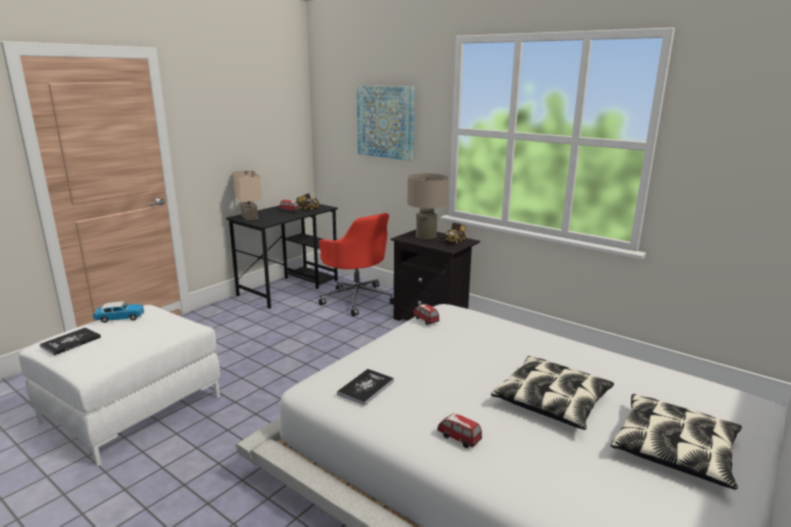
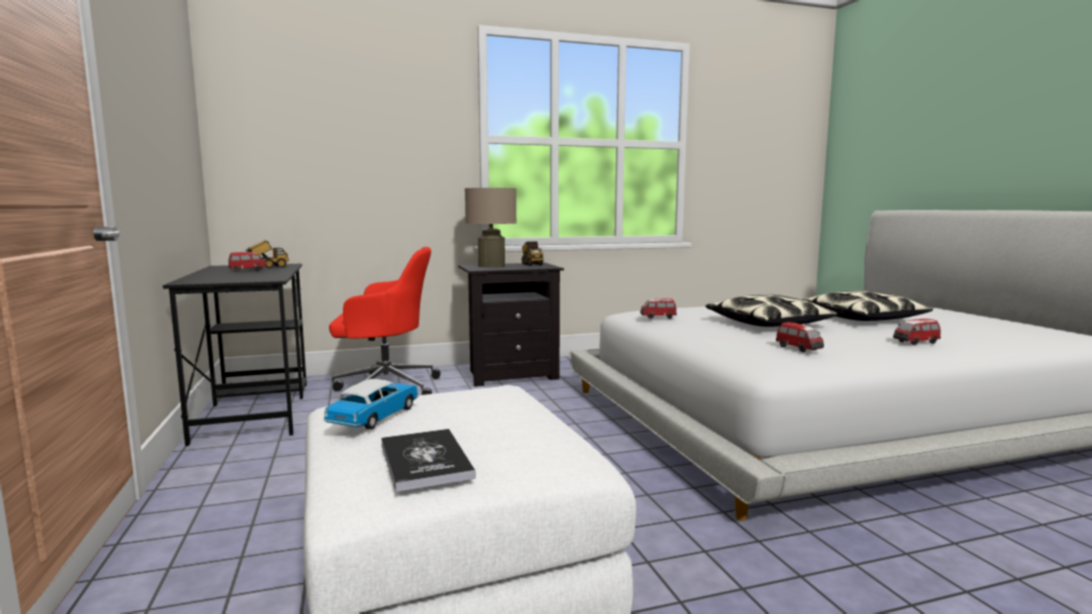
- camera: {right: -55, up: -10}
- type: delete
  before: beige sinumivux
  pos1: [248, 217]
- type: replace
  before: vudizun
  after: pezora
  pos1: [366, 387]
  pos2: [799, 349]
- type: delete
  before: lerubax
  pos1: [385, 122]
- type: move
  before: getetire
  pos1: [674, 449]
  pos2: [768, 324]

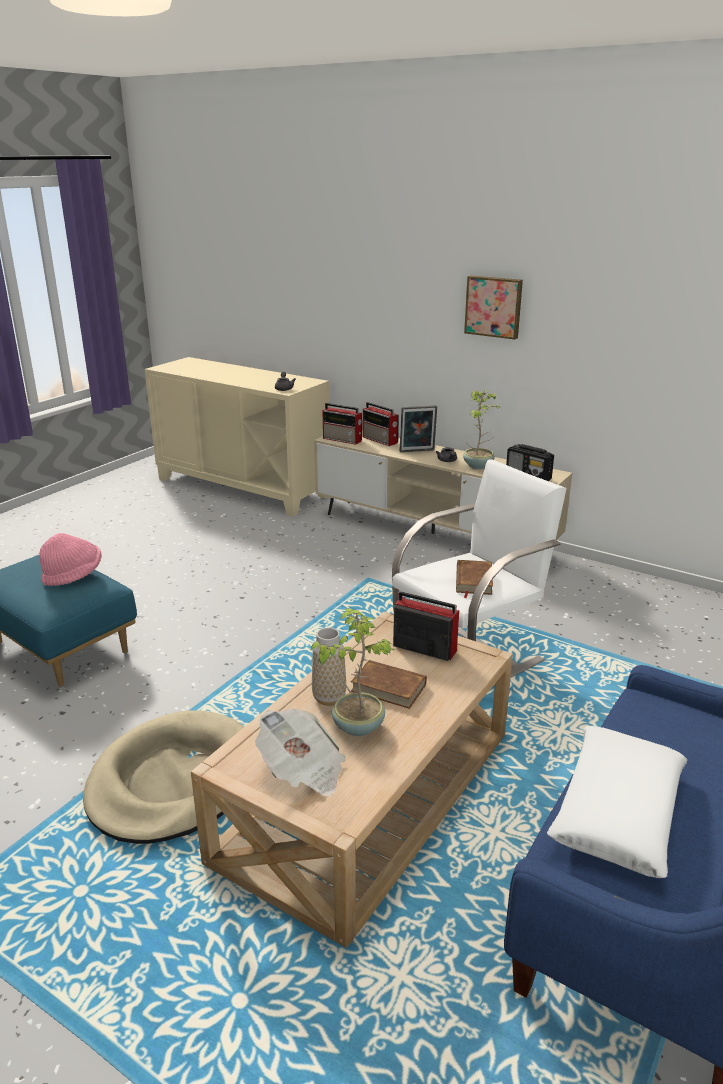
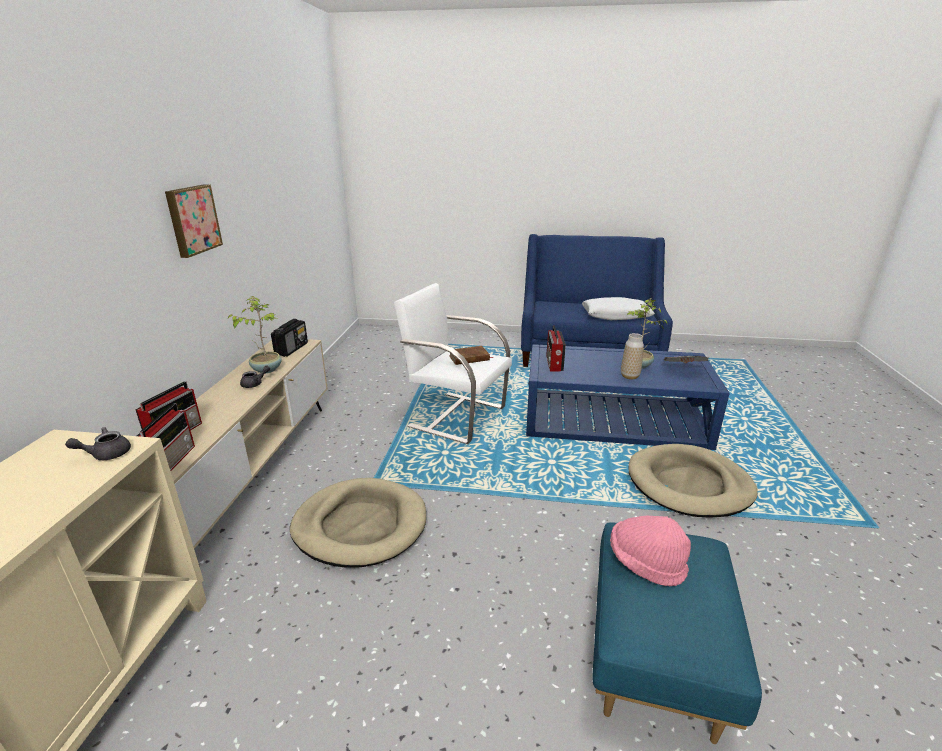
- camera: {right: -115, up: 0}
- type: recolor
  before: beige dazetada
  after: blue dazetada
  pos1: [369, 795]
  pos2: [613, 419]
- type: delete
  before: brown vudizun
  pos1: [388, 687]
- type: delete
  before: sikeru
  pos1: [417, 451]
- type: insert
  after: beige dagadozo
  pos2: [360, 525]

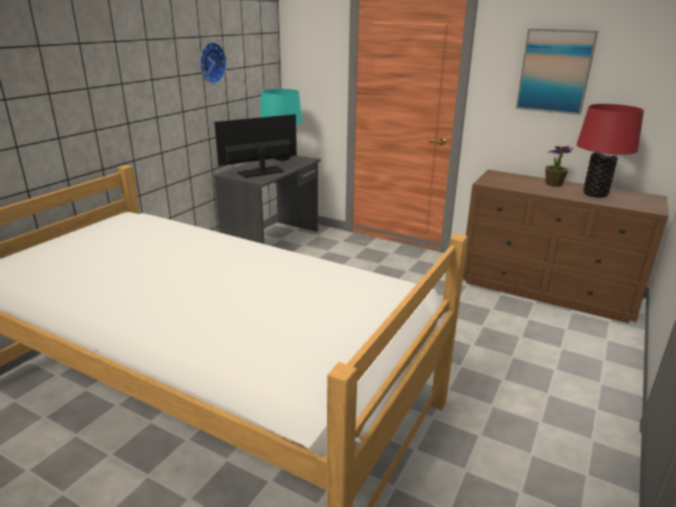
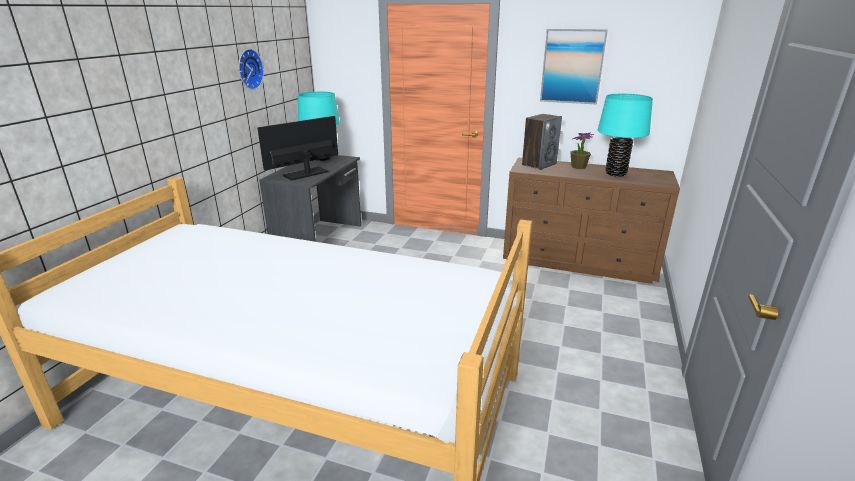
- camera: {right: -10, up: 0}
- type: recolor
  before: red sinumivux
  after: turquoise sinumivux
  pos1: [595, 194]
  pos2: [615, 173]
- type: insert
  after: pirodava
  pos2: [539, 164]

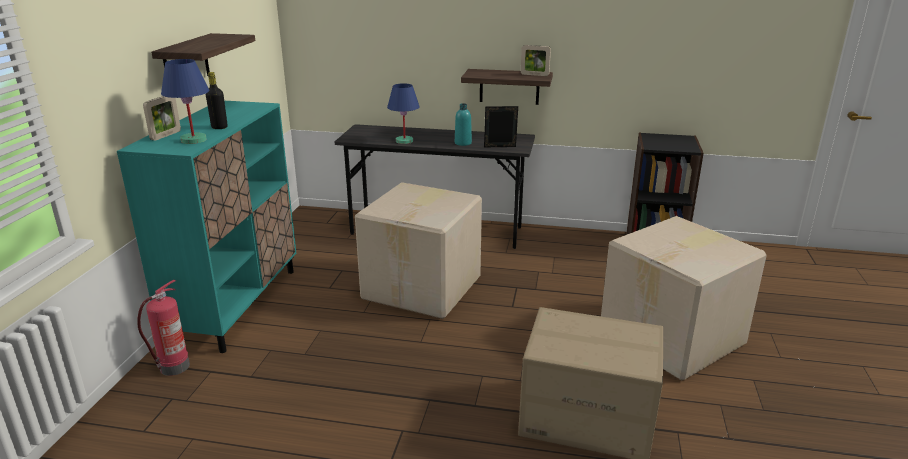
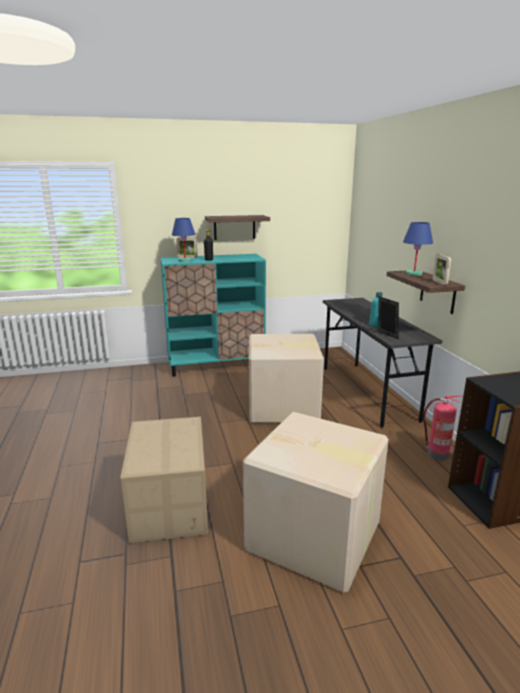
- camera: {right: 65, up: -5}
- type: move
  before: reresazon
  pos1: [173, 368]
  pos2: [436, 455]
- type: move
  before: blue sinumivux
  pos1: [404, 141]
  pos2: [413, 274]

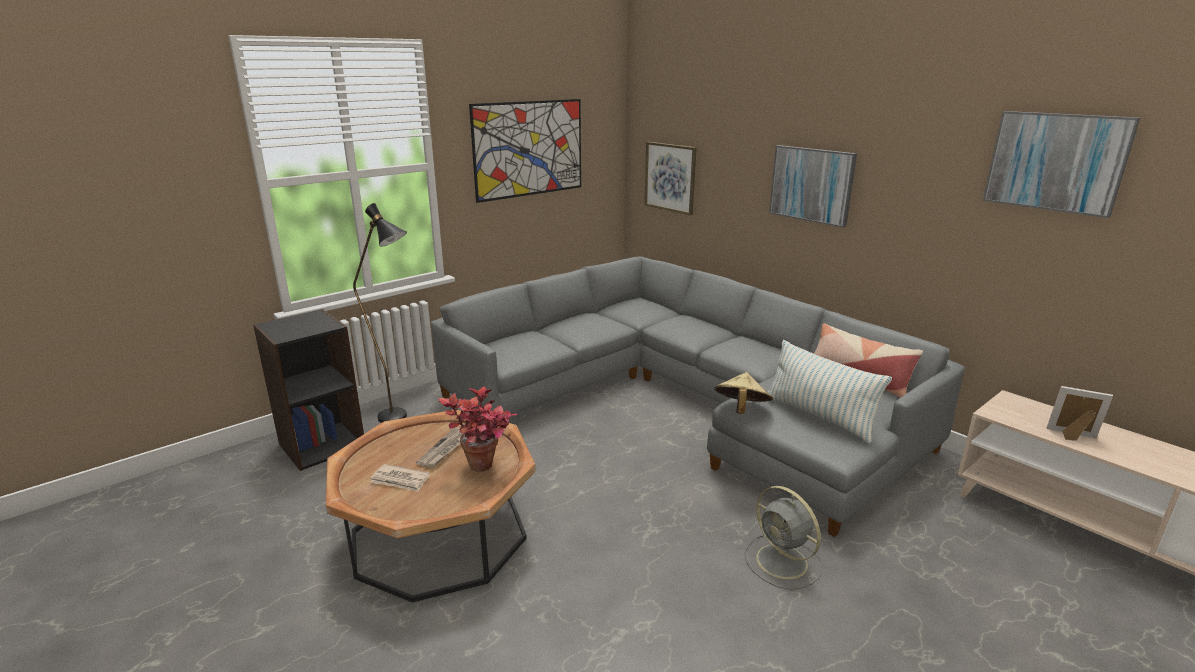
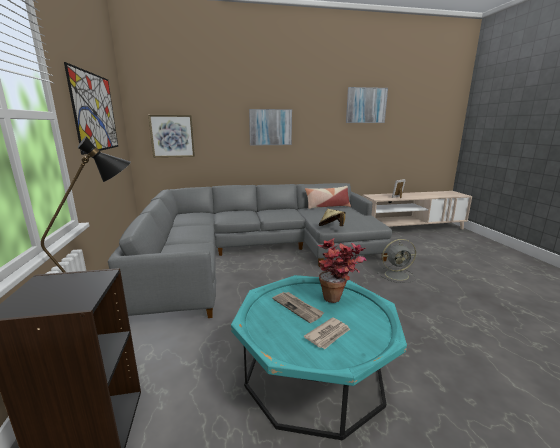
- camera: {right: -60, up: -5}
- type: recolor
  before: brown dazetada
  after: turquoise dazetada
  pos1: [439, 535]
  pos2: [314, 374]
- type: delete
  before: getetire
  pos1: [819, 417]

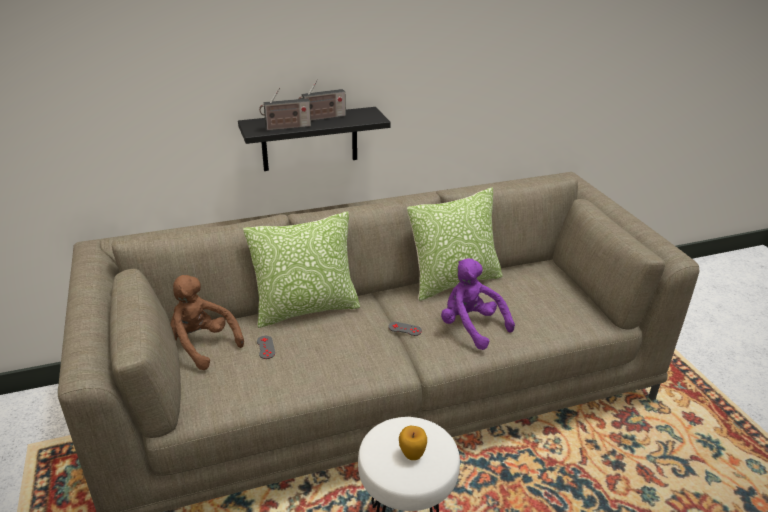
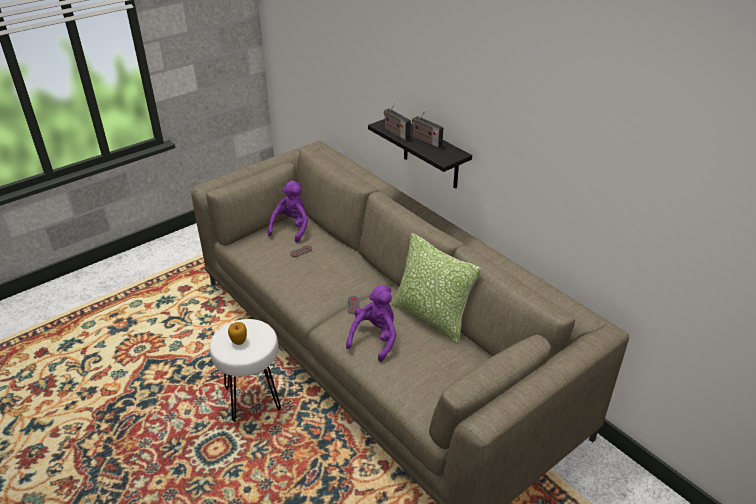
- camera: {right: 70, up: 5}
- type: recolor
  before: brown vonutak
  after: purple vonutak
  pos1: [200, 345]
  pos2: [291, 227]
- type: delete
  before: getetire
  pos1: [306, 309]

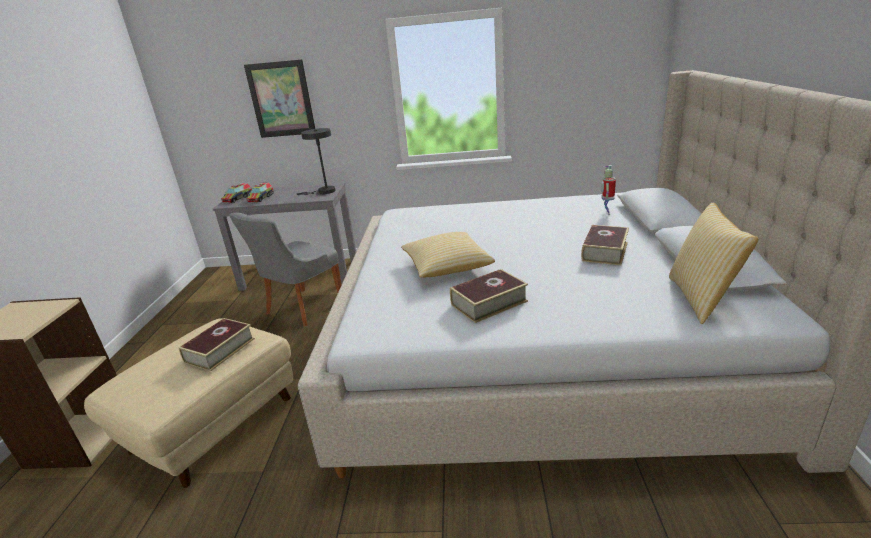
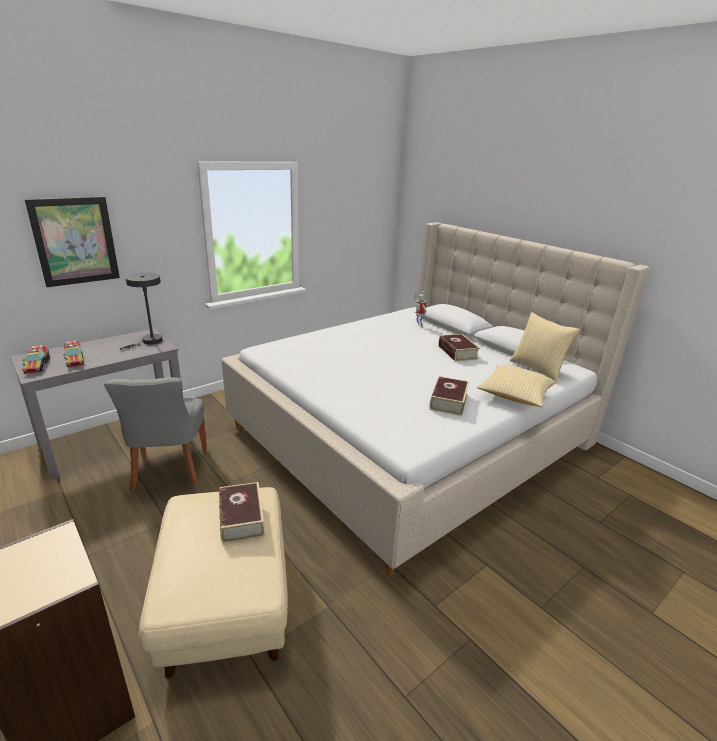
- camera: {right: -45, up: 0}
- type: move
  before: getetire
  pos1: [446, 267]
  pos2: [514, 396]

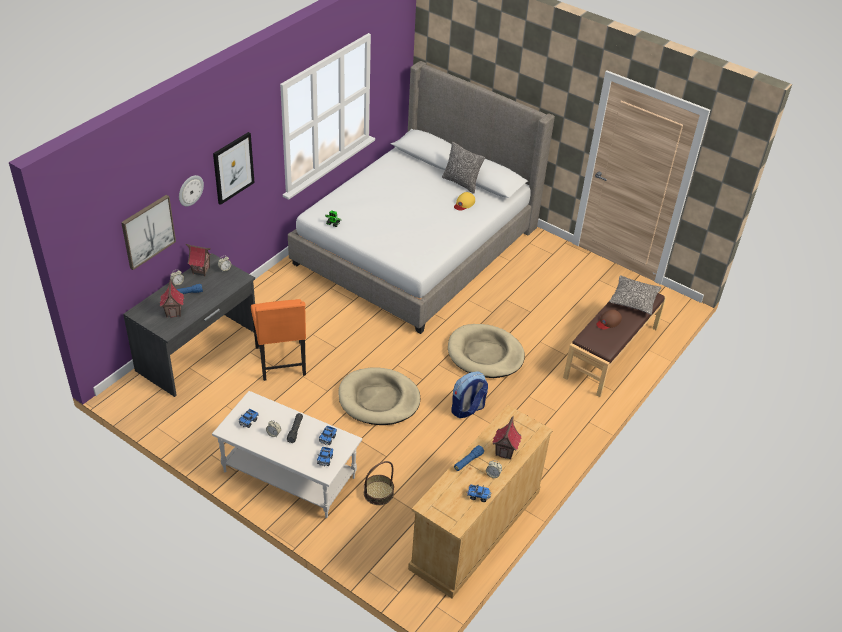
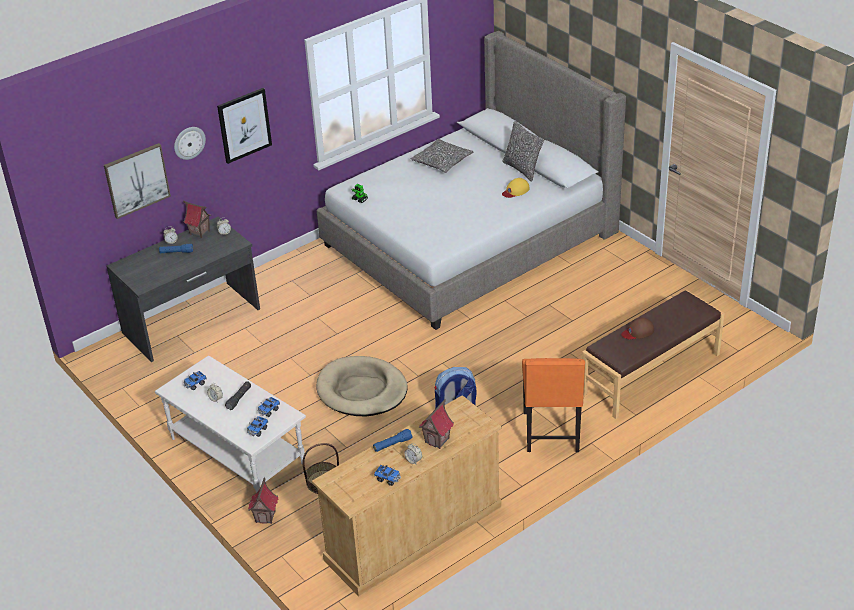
- camera: {right: 20, up: -5}
- type: move
  before: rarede
  pos1: [174, 312]
  pos2: [265, 517]
- type: move
  before: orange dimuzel
  pos1: [282, 362]
  pos2: [552, 433]
- type: delete
  before: beige dagadozo
  pos1: [485, 354]
- type: move
  before: getetire
  pos1: [634, 300]
  pos2: [442, 162]

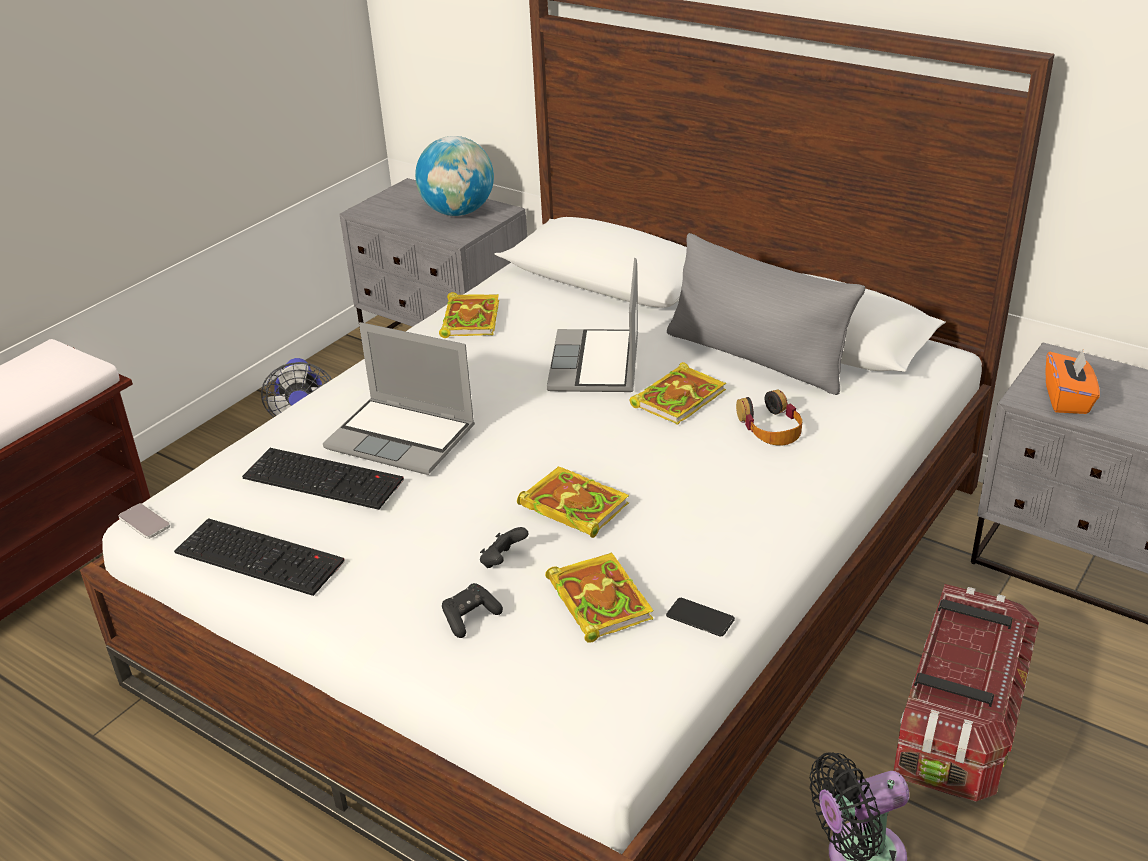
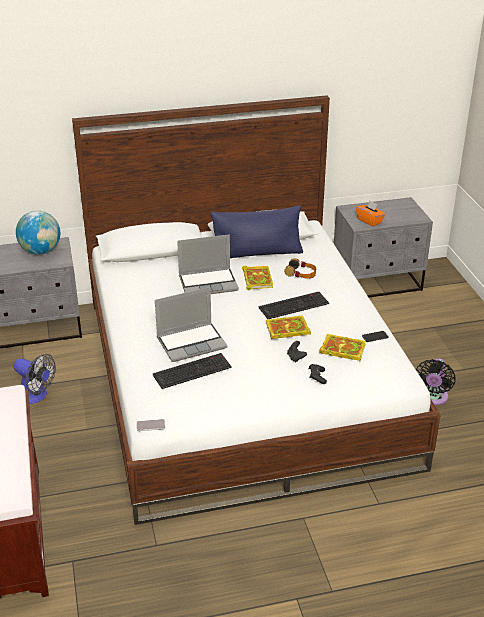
- camera: {right: -50, up: 0}
- type: move
  before: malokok
  pos1: [262, 556]
  pos2: [294, 305]
- type: delete
  before: vudizun
  pos1: [470, 318]
- type: rotate
  before: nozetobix
  pos1: [596, 365]
  pos2: [209, 283]
  turn: -60
- type: recolor
  before: grey getetire
  after: blue getetire
  pos1: [756, 357]
  pos2: [257, 253]
- type: delete
  before: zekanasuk
  pos1: [959, 723]

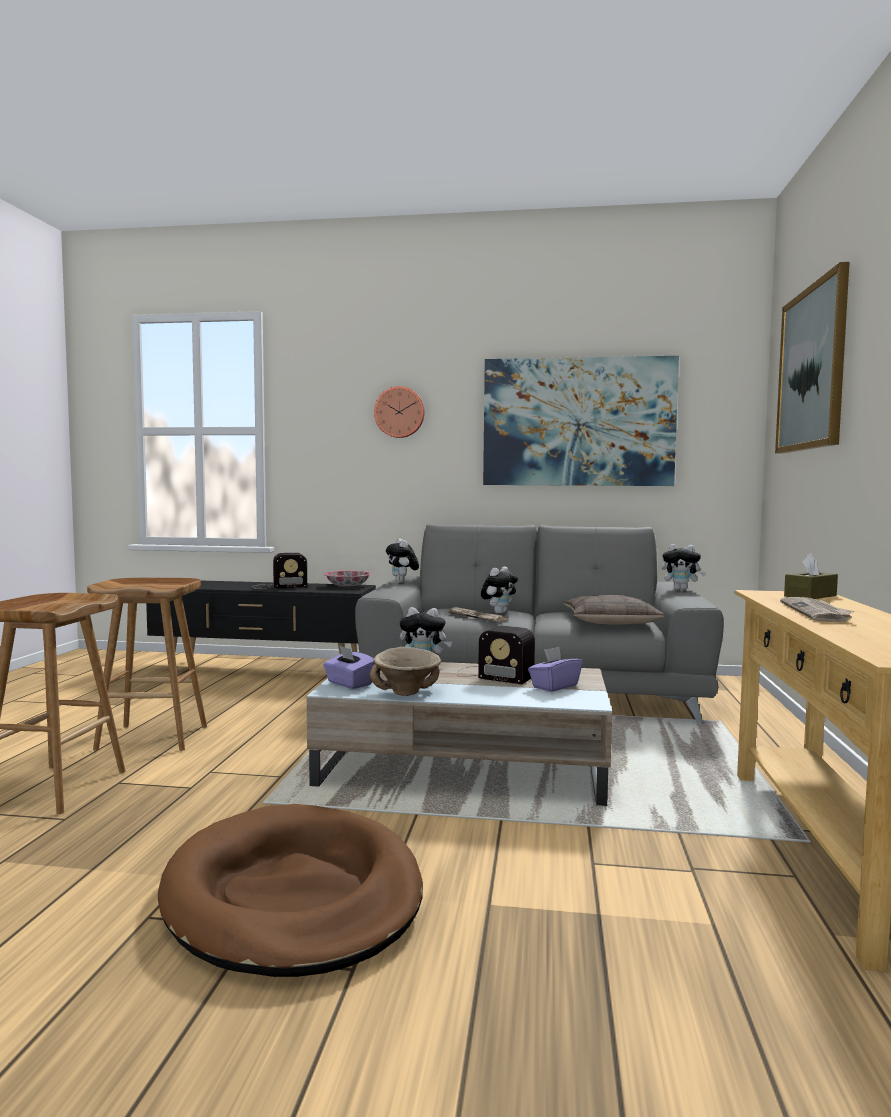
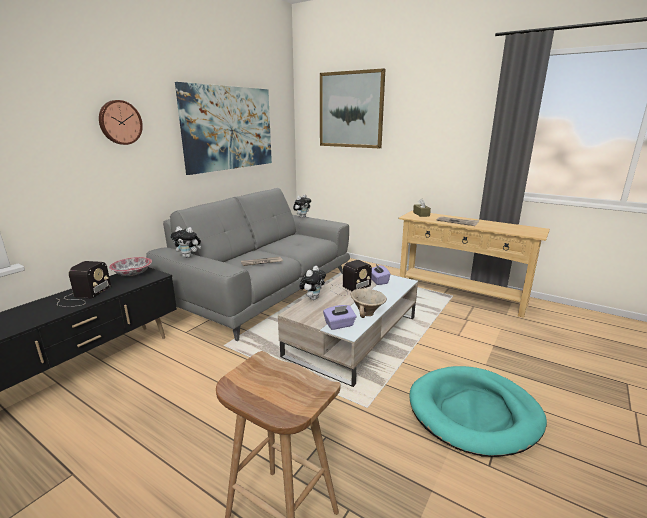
- camera: {right: -65, up: 15}
- type: delete
  before: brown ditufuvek
  pos1: [154, 737]
- type: recolor
  before: brown dagadozo
  after: turquoise dagadozo
  pos1: [293, 896]
  pos2: [474, 412]
- type: delete
  before: vonutak
  pos1: [499, 612]
- type: delete
  before: getetire
  pos1: [610, 621]

